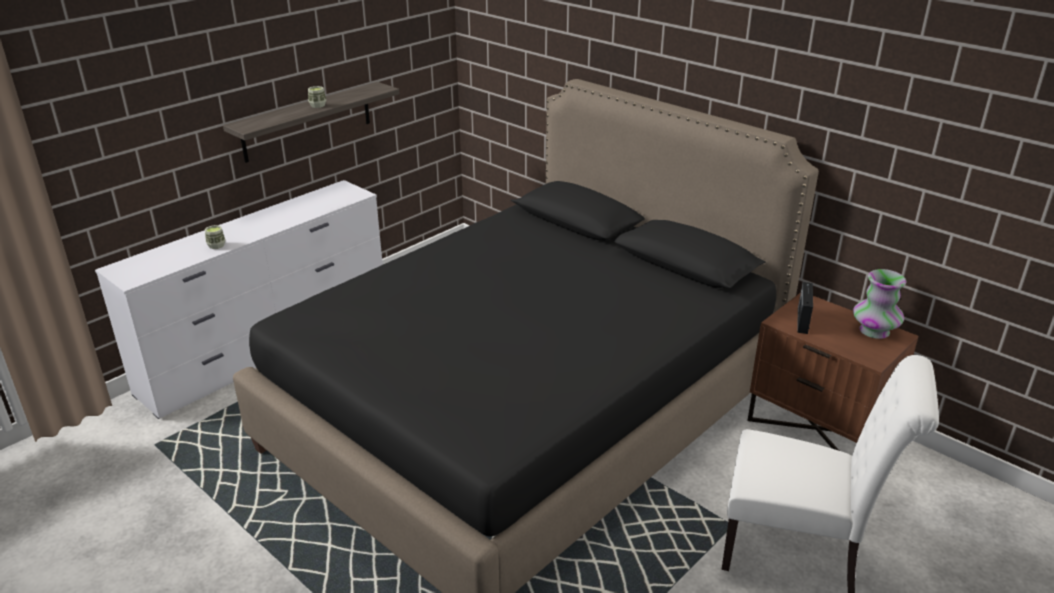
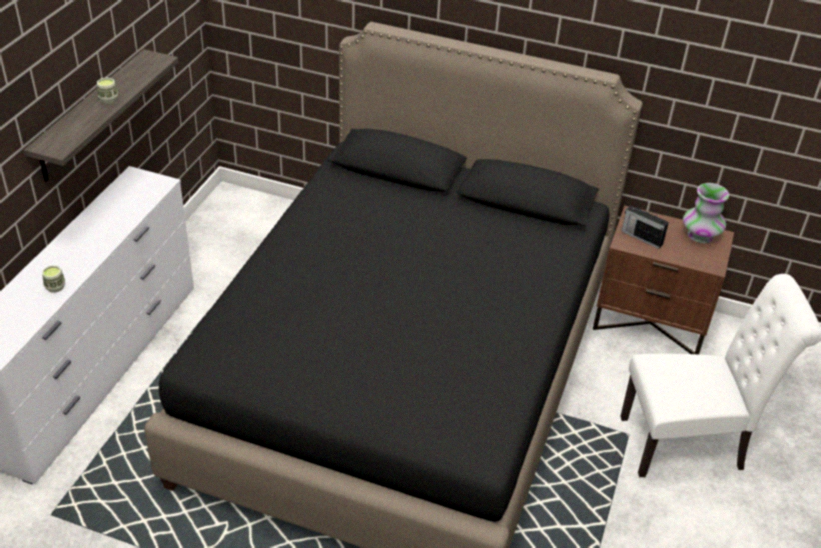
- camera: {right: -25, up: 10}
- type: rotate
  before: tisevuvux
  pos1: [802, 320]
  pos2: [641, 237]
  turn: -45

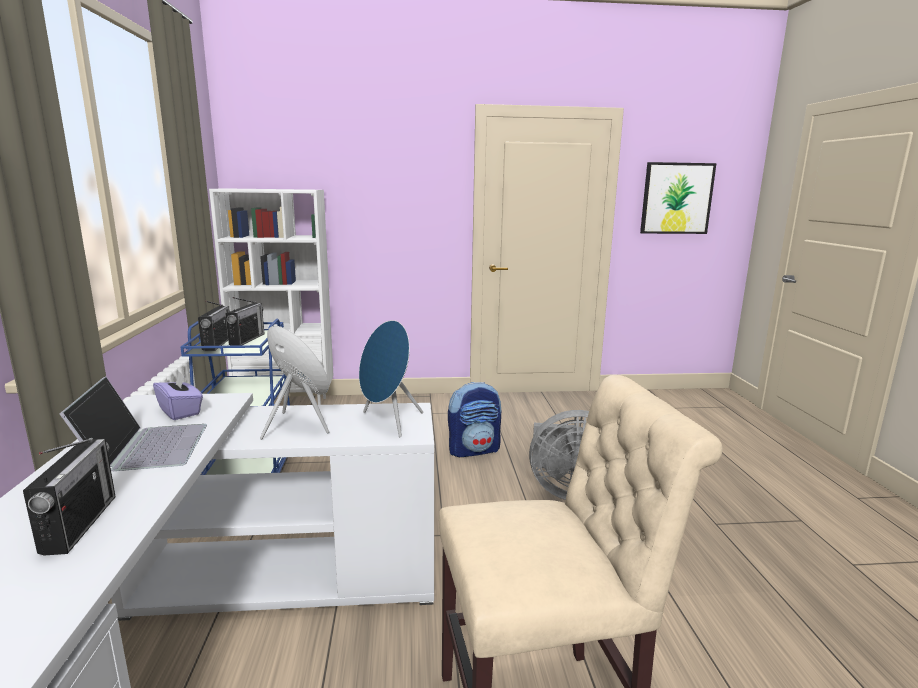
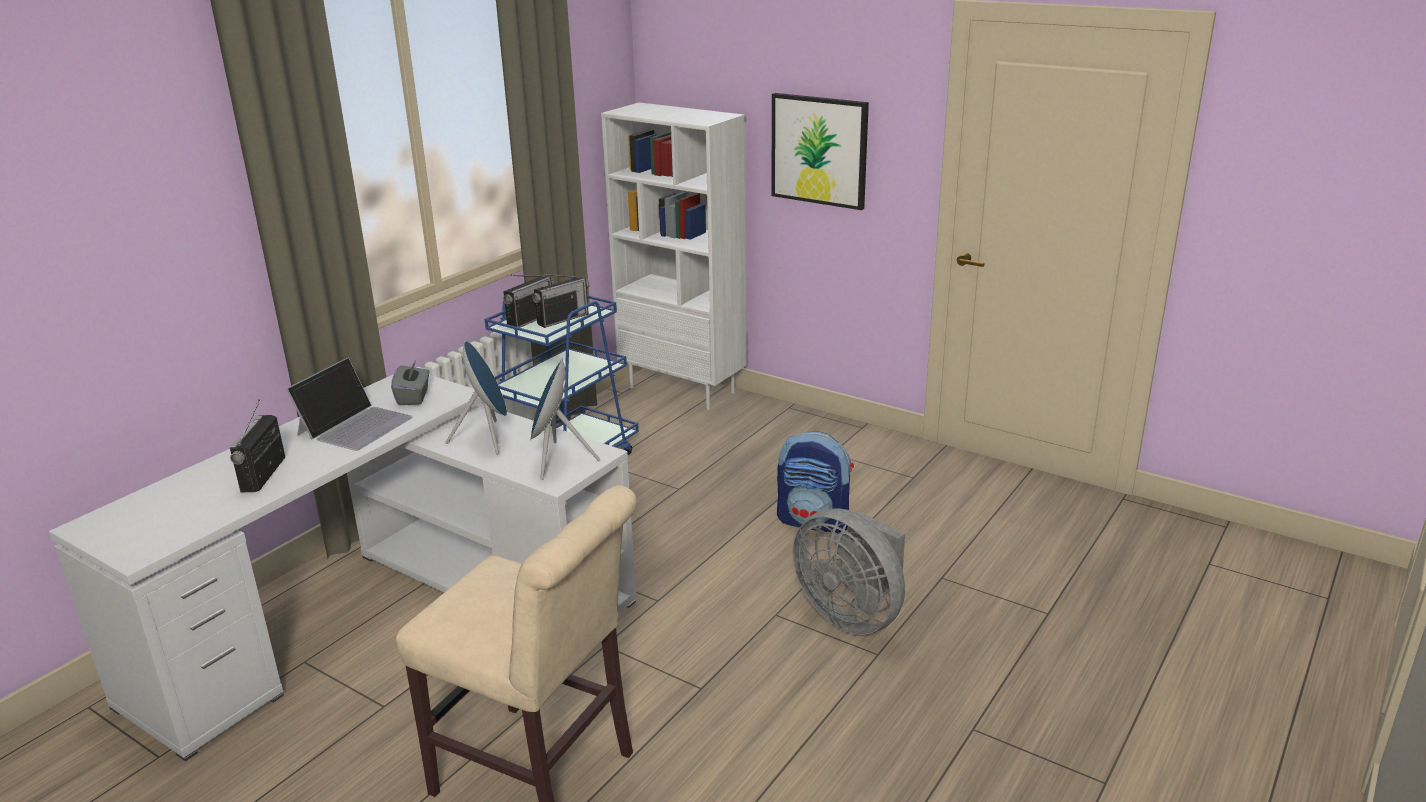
- camera: {right: 40, up: 10}
- type: rotate
  before: tisevuvux
  pos1: [80, 524]
  pos2: [263, 474]
  turn: 150
- type: recolor
  before: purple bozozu
  after: grey bozozu
  pos1: [180, 411]
  pos2: [413, 397]
- type: move
  before: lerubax
  pos1: [676, 198]
  pos2: [819, 150]

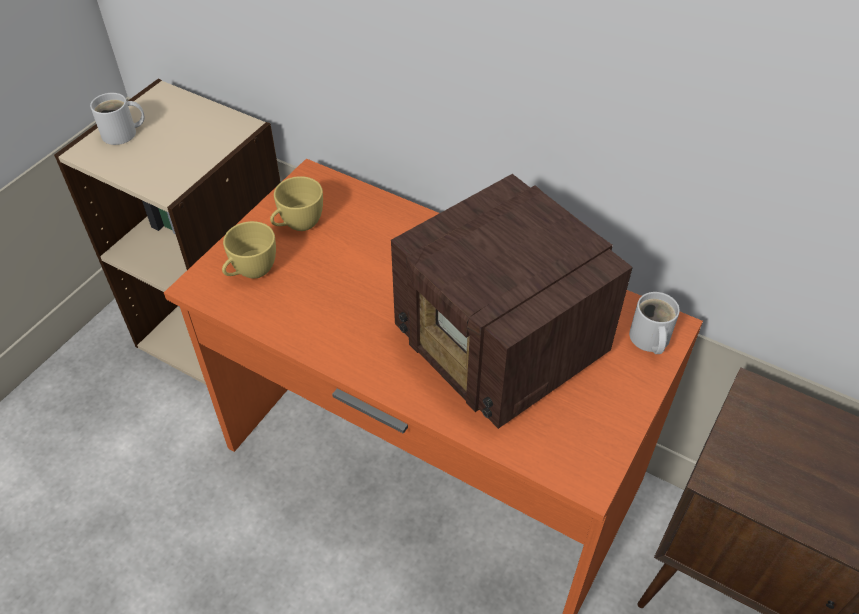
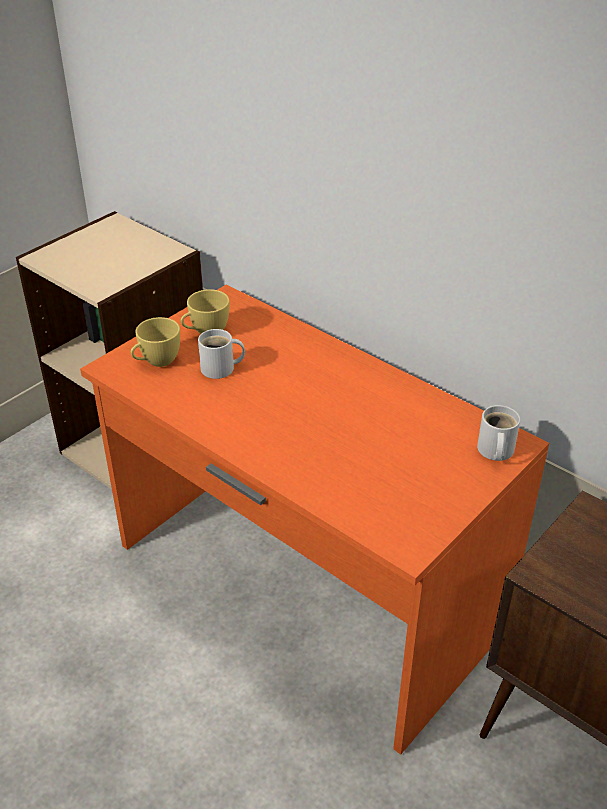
- camera: {right: 10, up: -10}
- type: move
  before: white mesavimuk
  pos1: [123, 134]
  pos2: [221, 369]
- type: delete
  before: tisevuvux
  pos1: [502, 347]

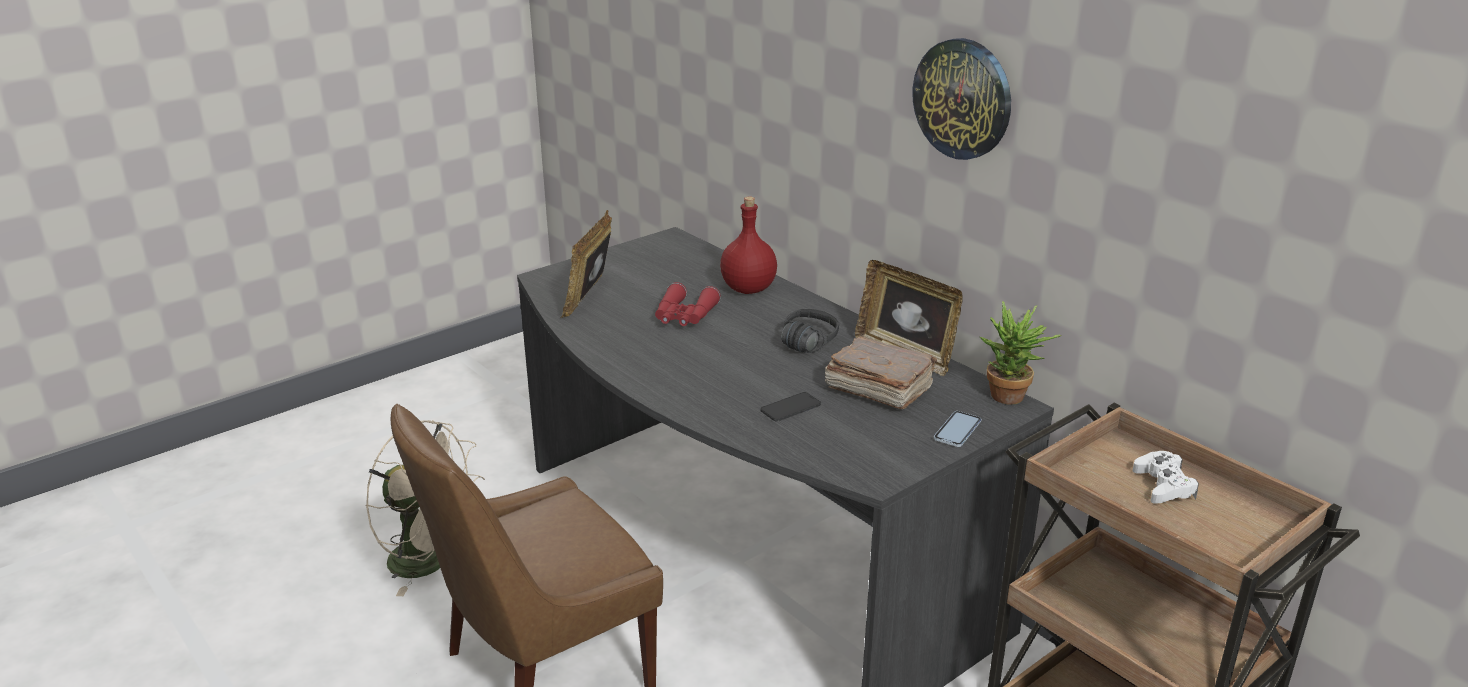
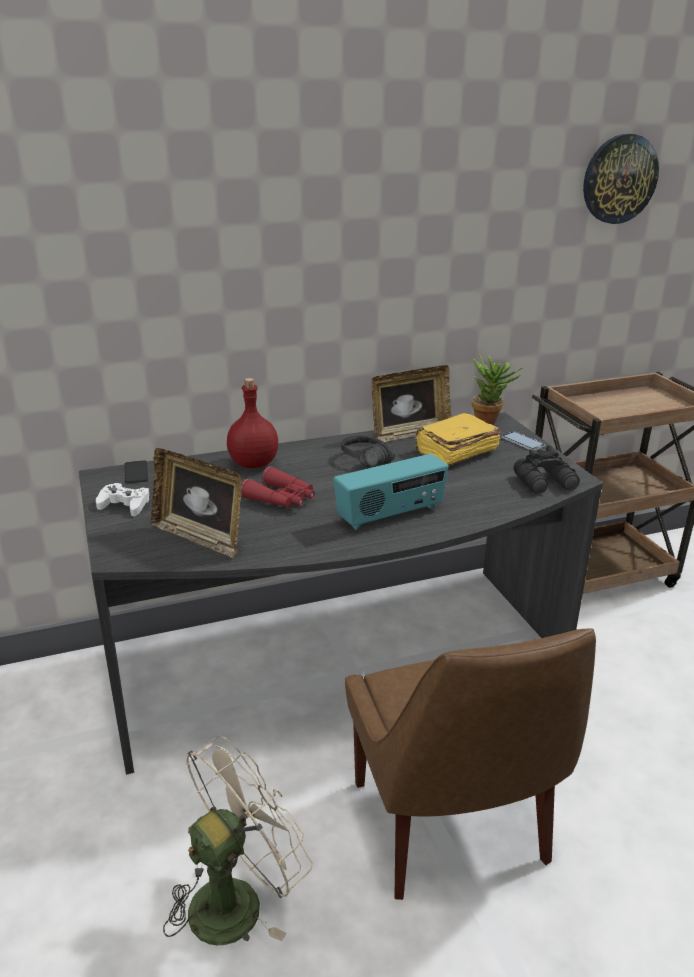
- camera: {right: -70, up: 0}
- type: move
  before: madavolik
  pos1: [790, 407]
  pos2: [136, 472]
- type: recolor
  before: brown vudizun
  after: yellow vudizun
  pos1: [878, 388]
  pos2: [455, 452]
- type: move
  before: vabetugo
  pos1: [963, 99]
  pos2: [619, 179]
- type: move
  before: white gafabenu
  pos1: [1163, 486]
  pos2: [125, 505]
- type: insert
  after: tisevuvux
  pos2: [391, 515]
- type: insert
  after: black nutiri
  pos2: [546, 483]

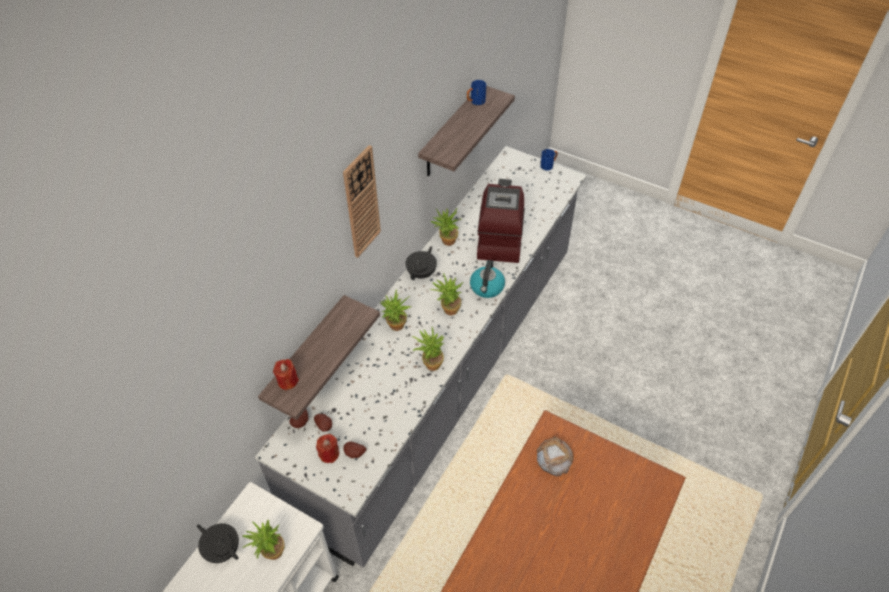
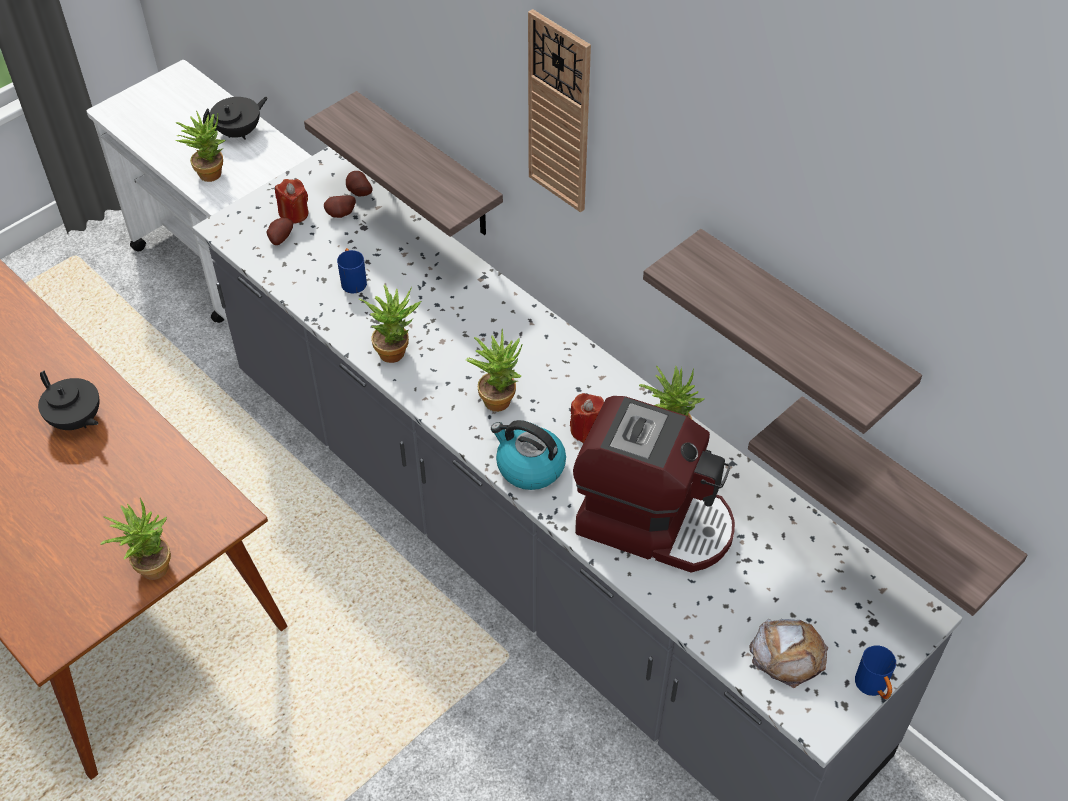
- camera: {right: 105, up: 0}
- type: move
  before: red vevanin
  pos1: [288, 381]
  pos2: [586, 430]
- type: move
  before: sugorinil
  pos1: [396, 327]
  pos2: [149, 566]
- type: move
  before: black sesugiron
  pos1: [422, 273]
  pos2: [76, 421]
- type: move
  before: blue mesavimuk
  pos1: [475, 102]
  pos2: [352, 281]
- type: move
  before: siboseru
  pos1: [554, 458]
  pos2: [788, 654]
- type: insert
  after: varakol
  pos2: [901, 497]

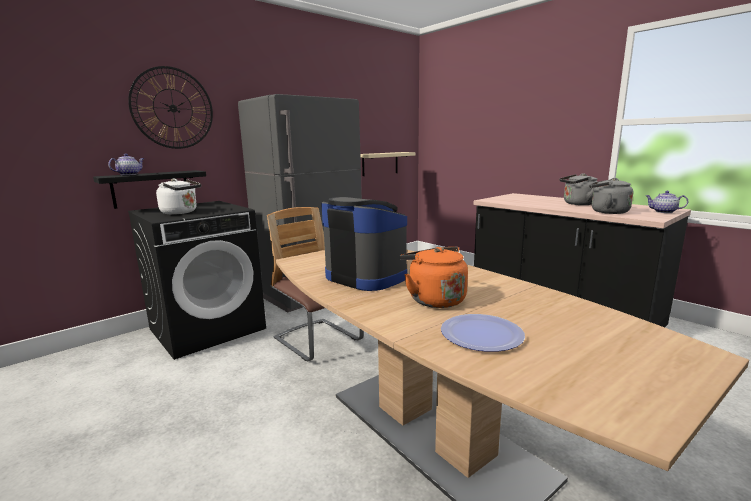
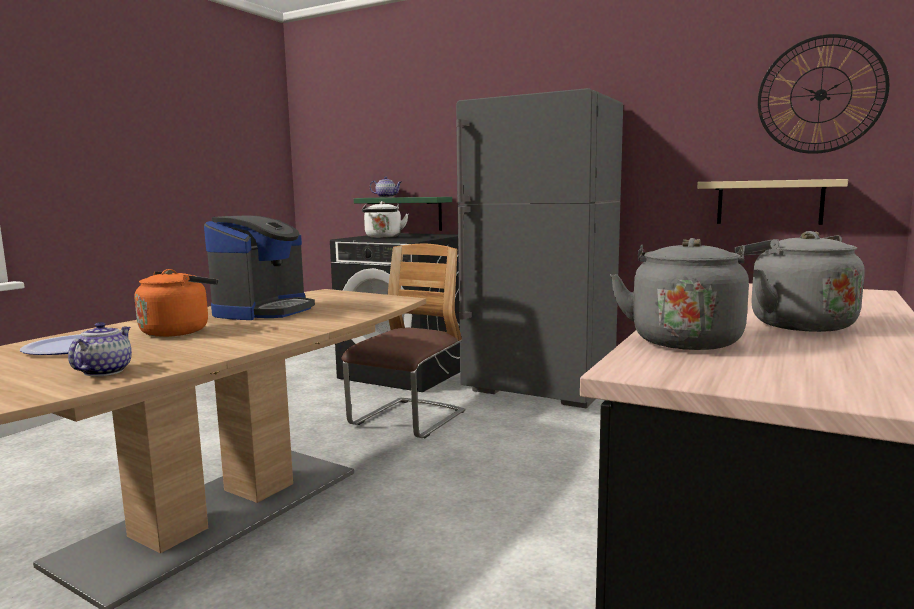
- camera: {right: 70, up: -5}
- type: recolor
  before: black varakol
  after: green varakol
  pos1: [151, 188]
  pos2: [410, 213]
- type: move
  before: vabetugo
  pos1: [173, 108]
  pos2: [820, 95]
- type: move
  before: sesugiron
  pos1: [663, 212]
  pos2: [105, 371]

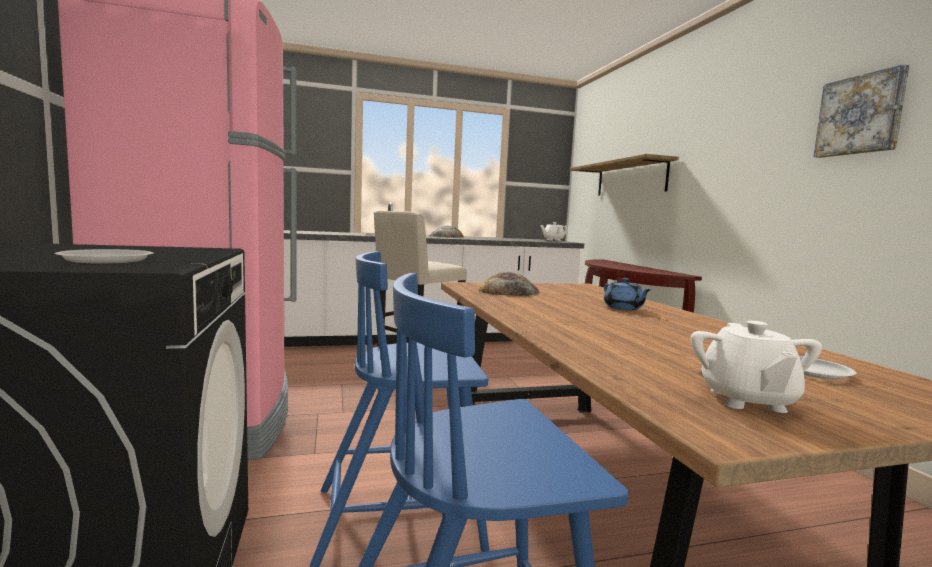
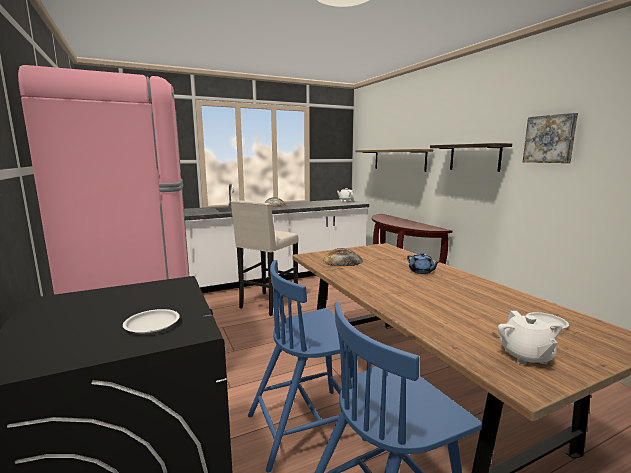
- camera: {right: -10, up: 5}
- type: insert
  after: varakol
  pos2: [474, 157]

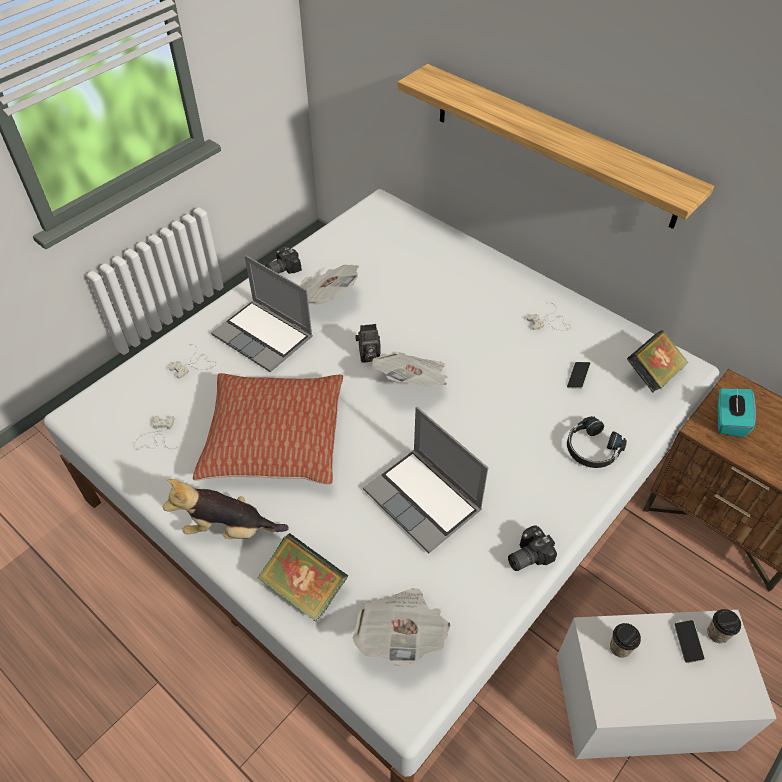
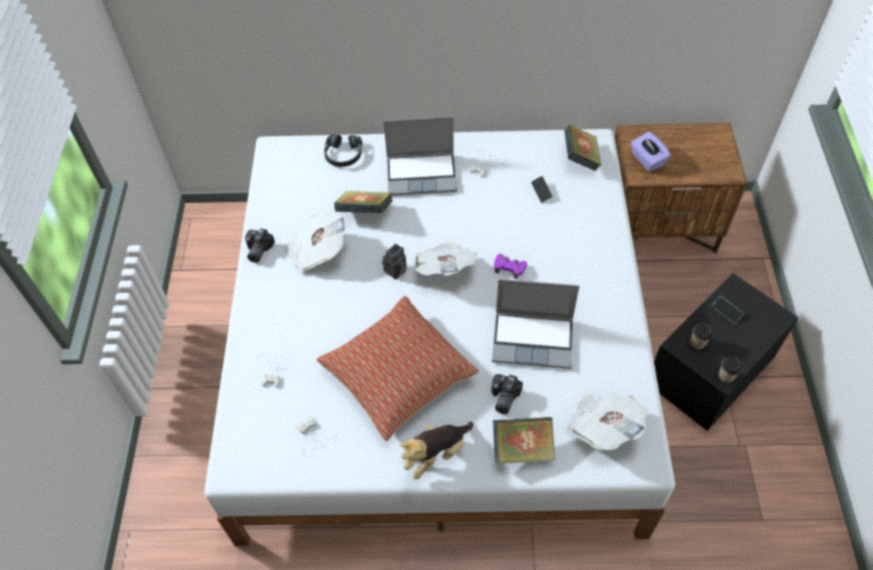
- camera: {right: -40, up: 5}
- type: move
  before: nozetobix
  pos1: [264, 336]
  pos2: [422, 174]
- type: delete
  before: varakol
  pos1: [553, 145]
- type: move
  before: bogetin
  pos1: [526, 555]
  pos2: [503, 398]
- type: recolor
  before: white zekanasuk
  after: black zekanasuk
  pos1: [642, 702]
  pos2: [710, 370]
- type: move
  before: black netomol
  pos1: [591, 449]
  pos2: [343, 155]
- type: move
  before: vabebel
  pos1: [717, 633]
  pos2: [726, 376]
- type: recolor
  before: turquoise bozozu
  after: purple bozozu
  pos1: [729, 421]
  pos2: [647, 160]
- type: insert
  after: vudizun
  pos2: [365, 212]
- type: insert
  after: purple gafabenu
  pos2: [509, 268]

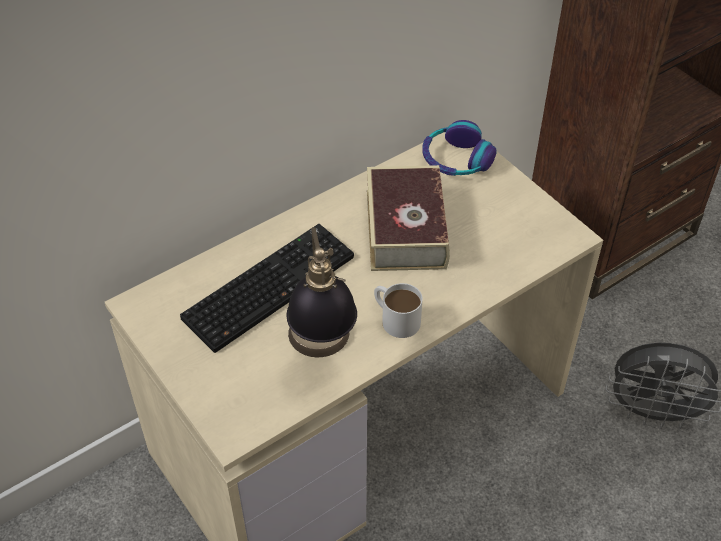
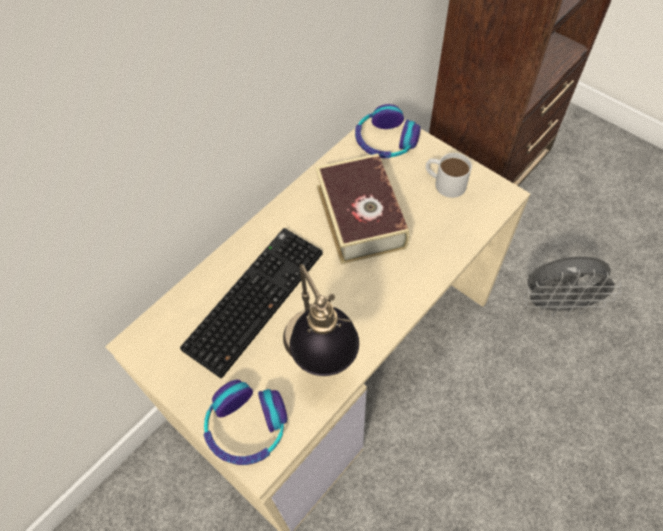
- camera: {right: -10, up: 10}
- type: move
  before: white mesavimuk
  pos1: [395, 318]
  pos2: [444, 182]
- type: insert
  after: netomol
  pos2: [246, 427]

